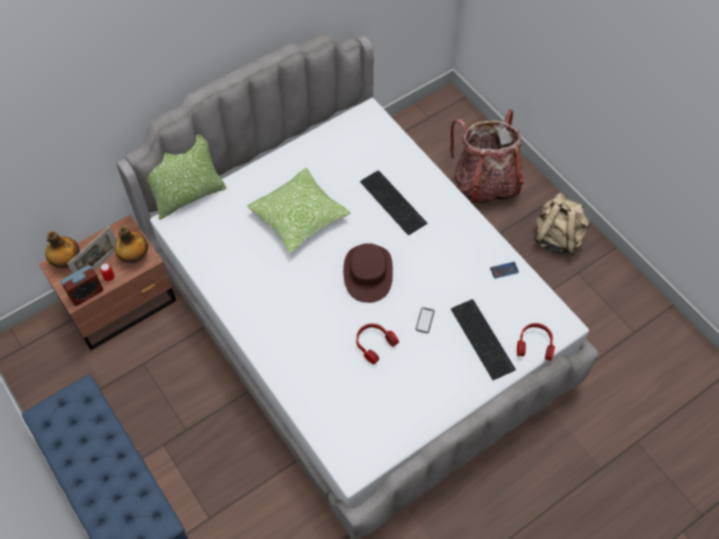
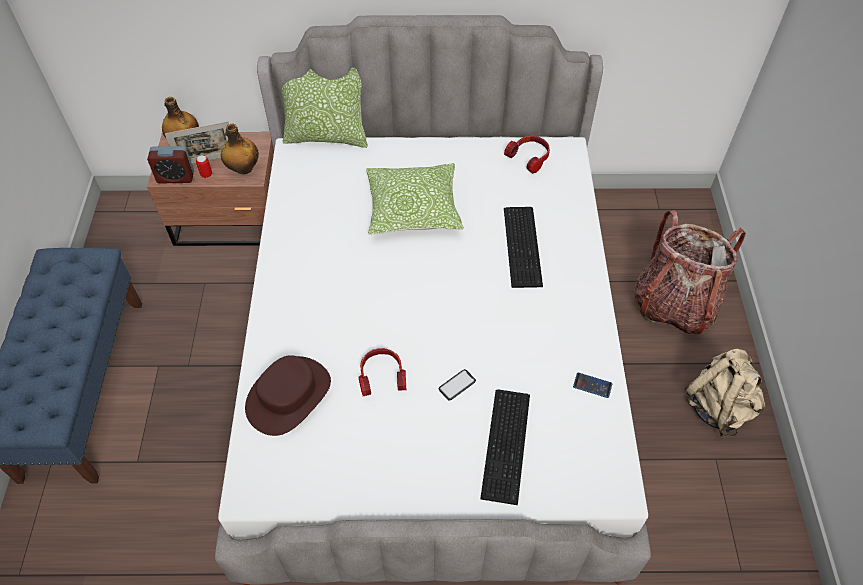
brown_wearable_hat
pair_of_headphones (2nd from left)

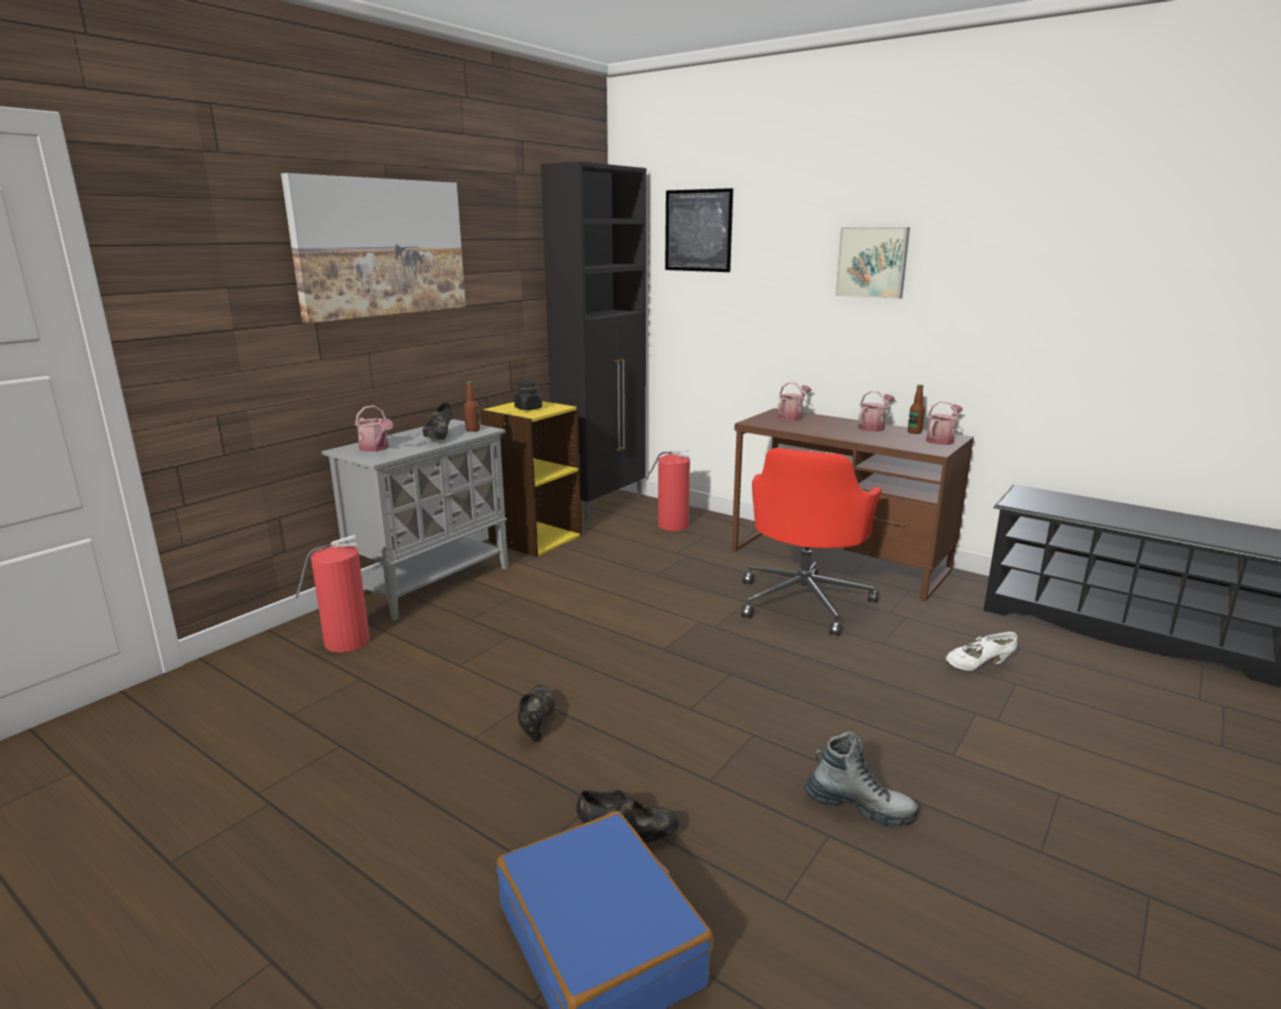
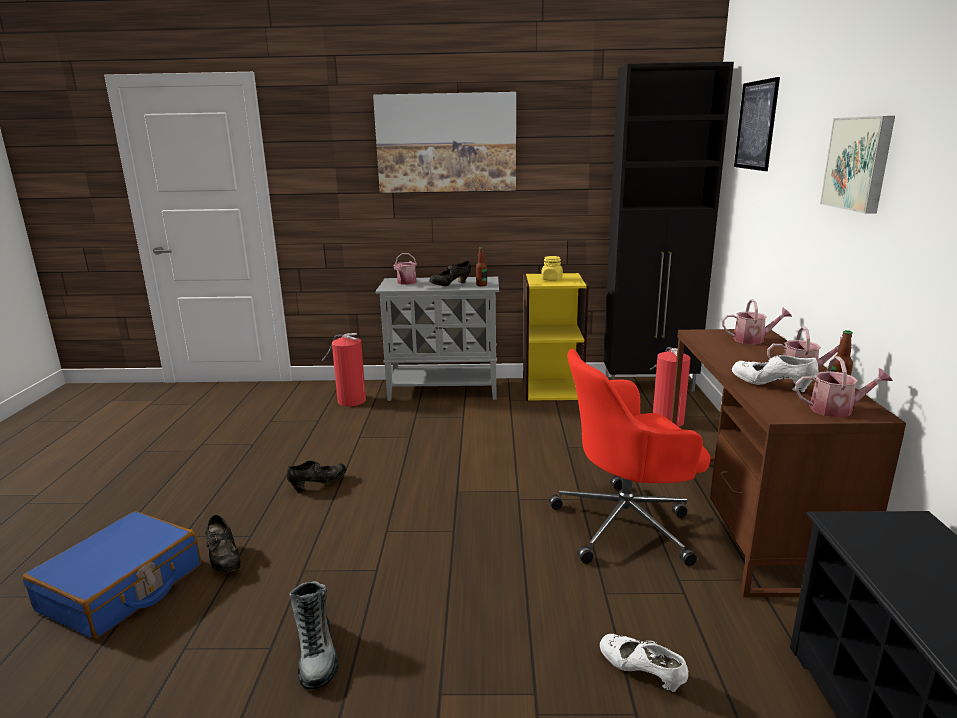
yellowish_jar
whitish_shoe (2nd from left)

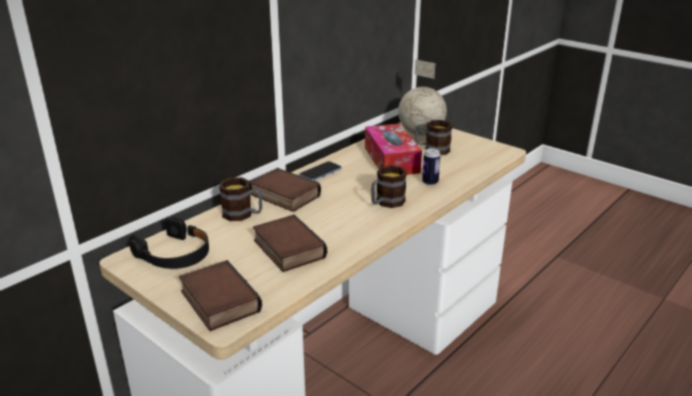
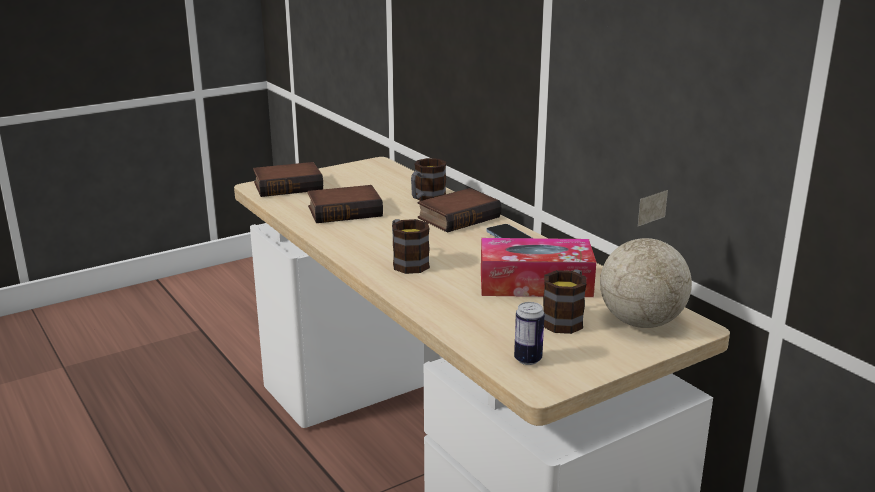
sealed_can
black-coloured_pair_of_headphones

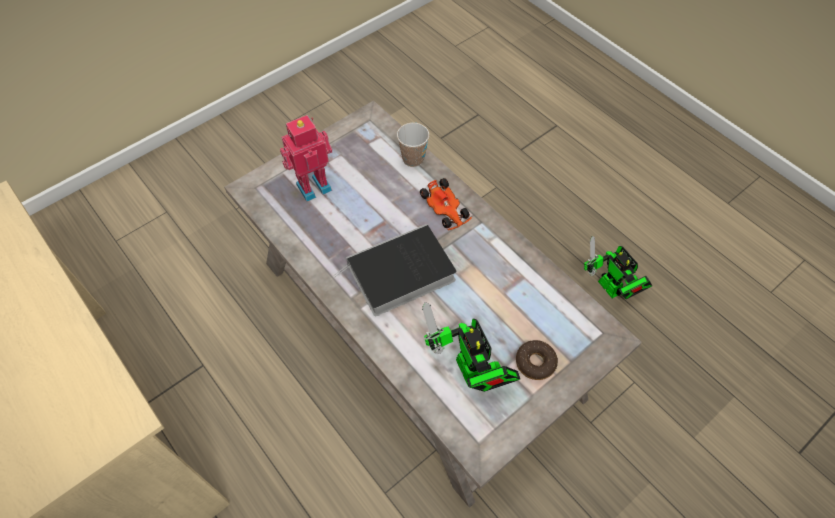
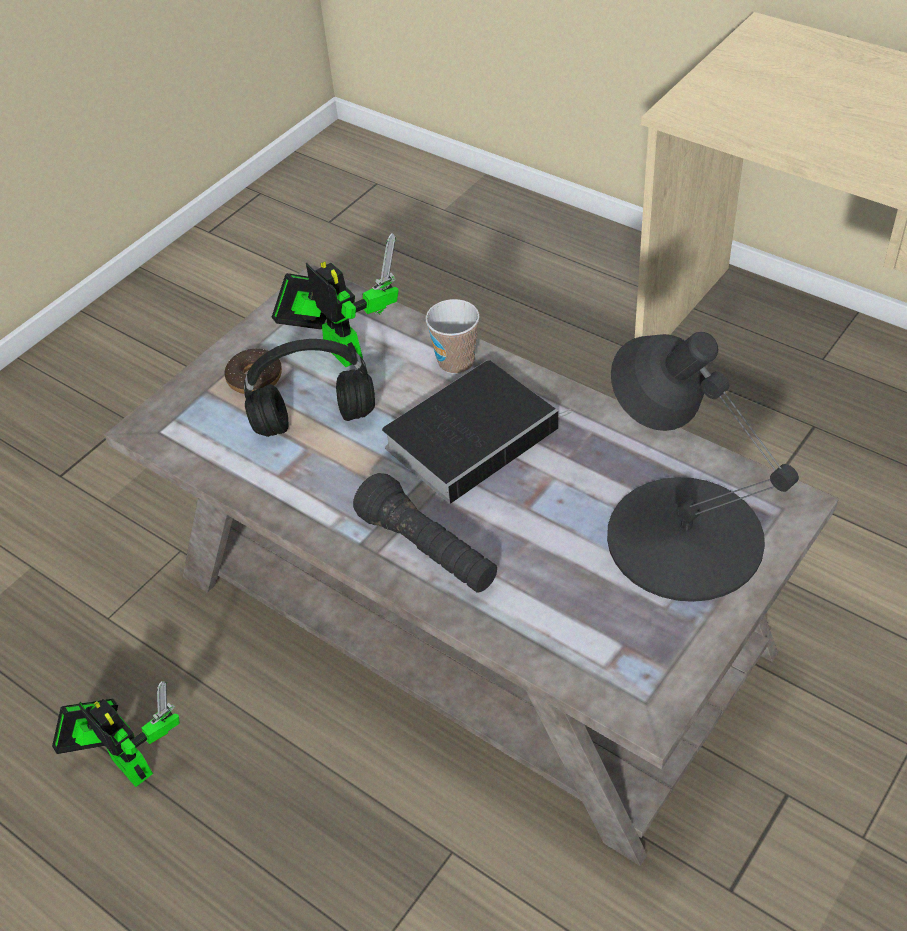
black-coloured_table_lamp
drinking_cup
black-coloured_torch
black-coloured_pair_of_headphones

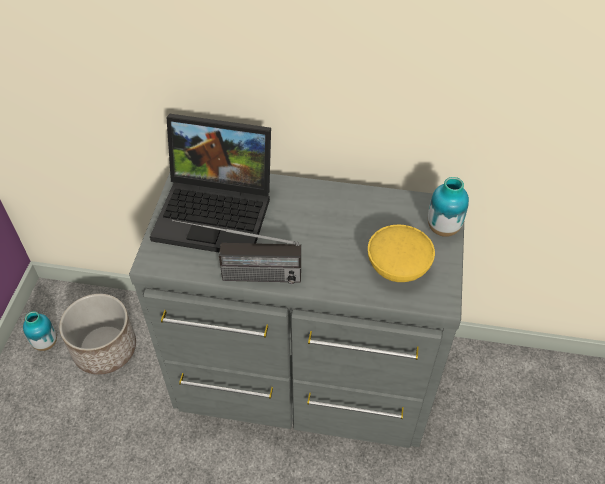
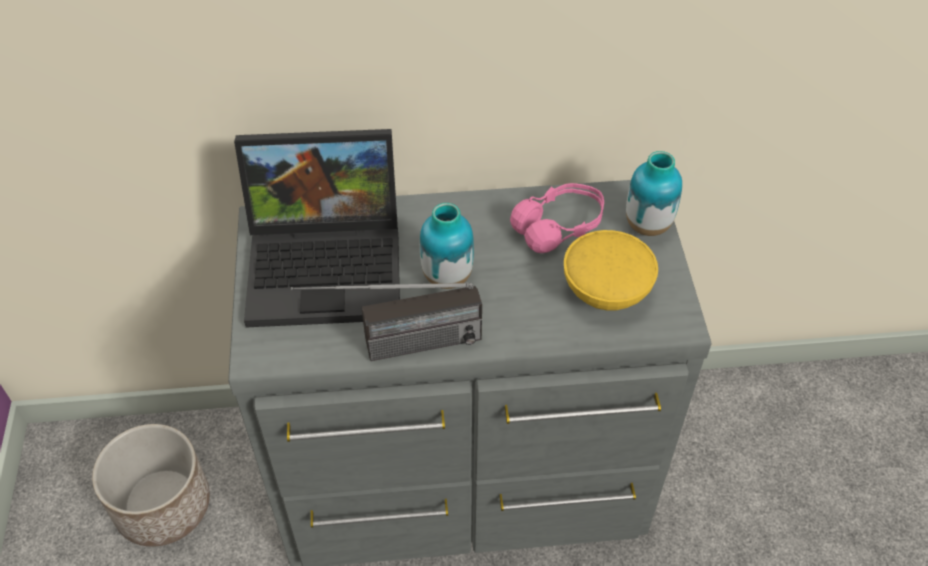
vase (1st from left)
pinkish_pair_of_headphones

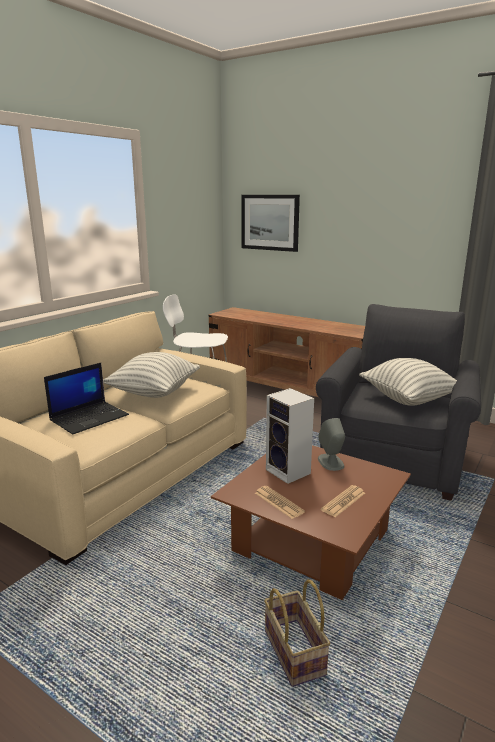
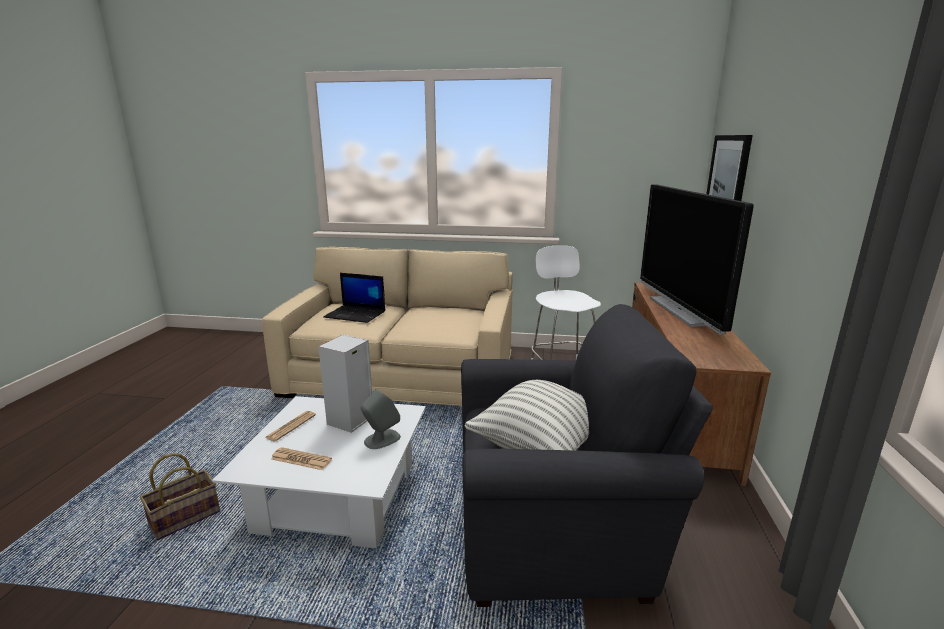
cushion (1st from left in the first image)
whitish_coffee_table
TV

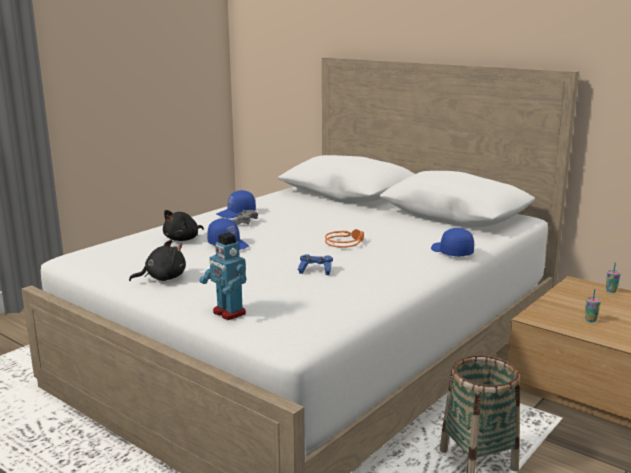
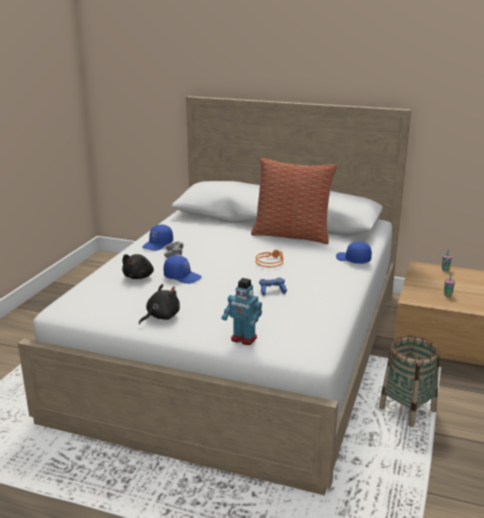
cushion

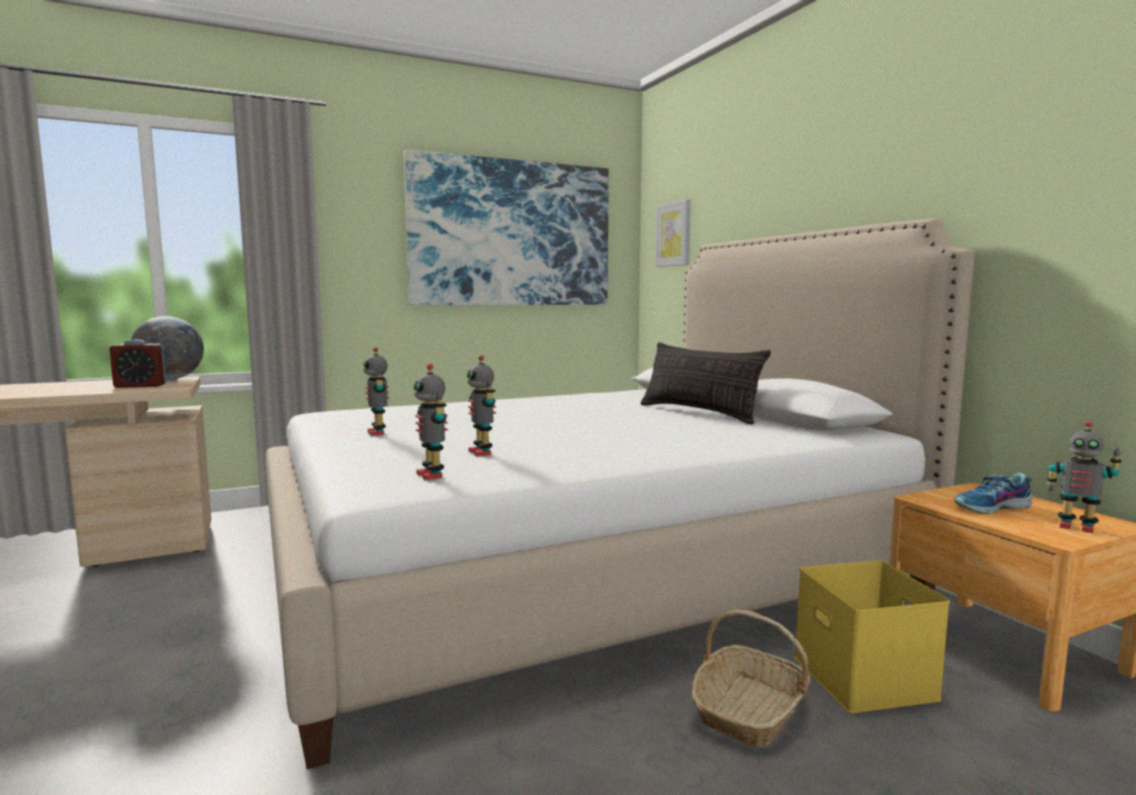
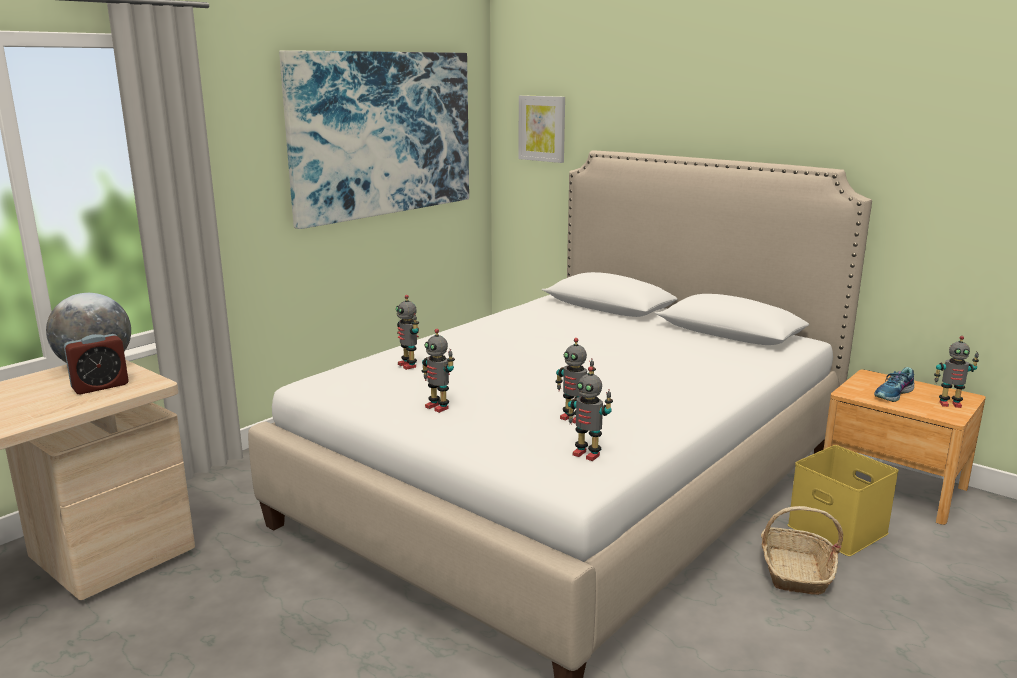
cushion
model_robot (1st from left)

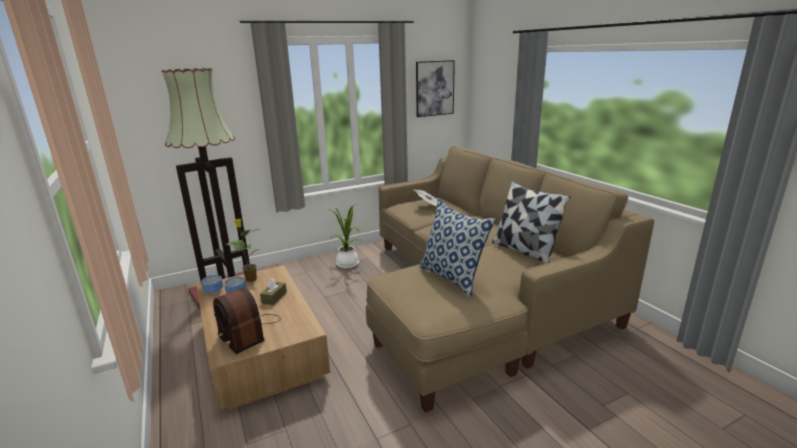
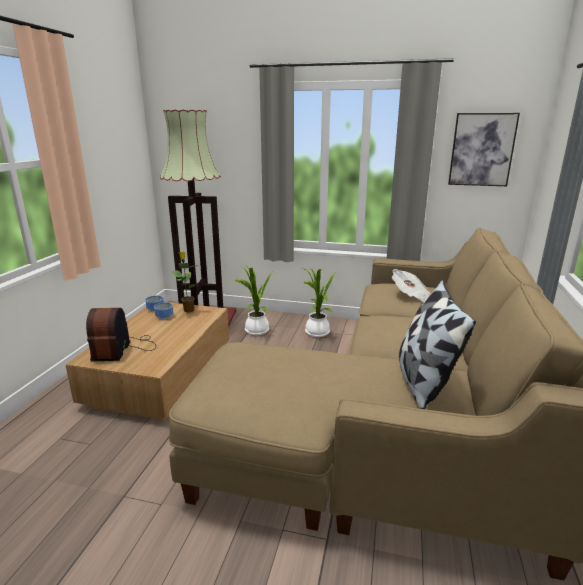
cushion (1st from left in the first image)
brown_tissue_holder
plant_in_a_pot (2nd from left)

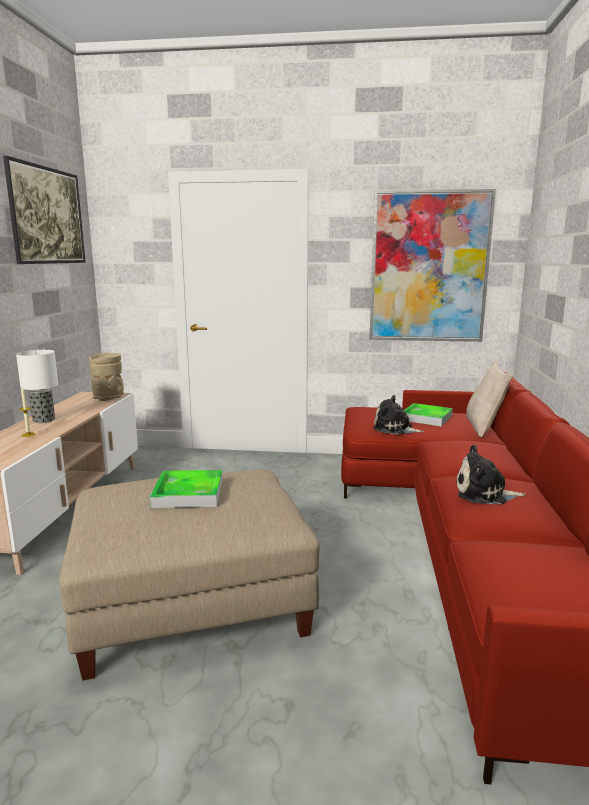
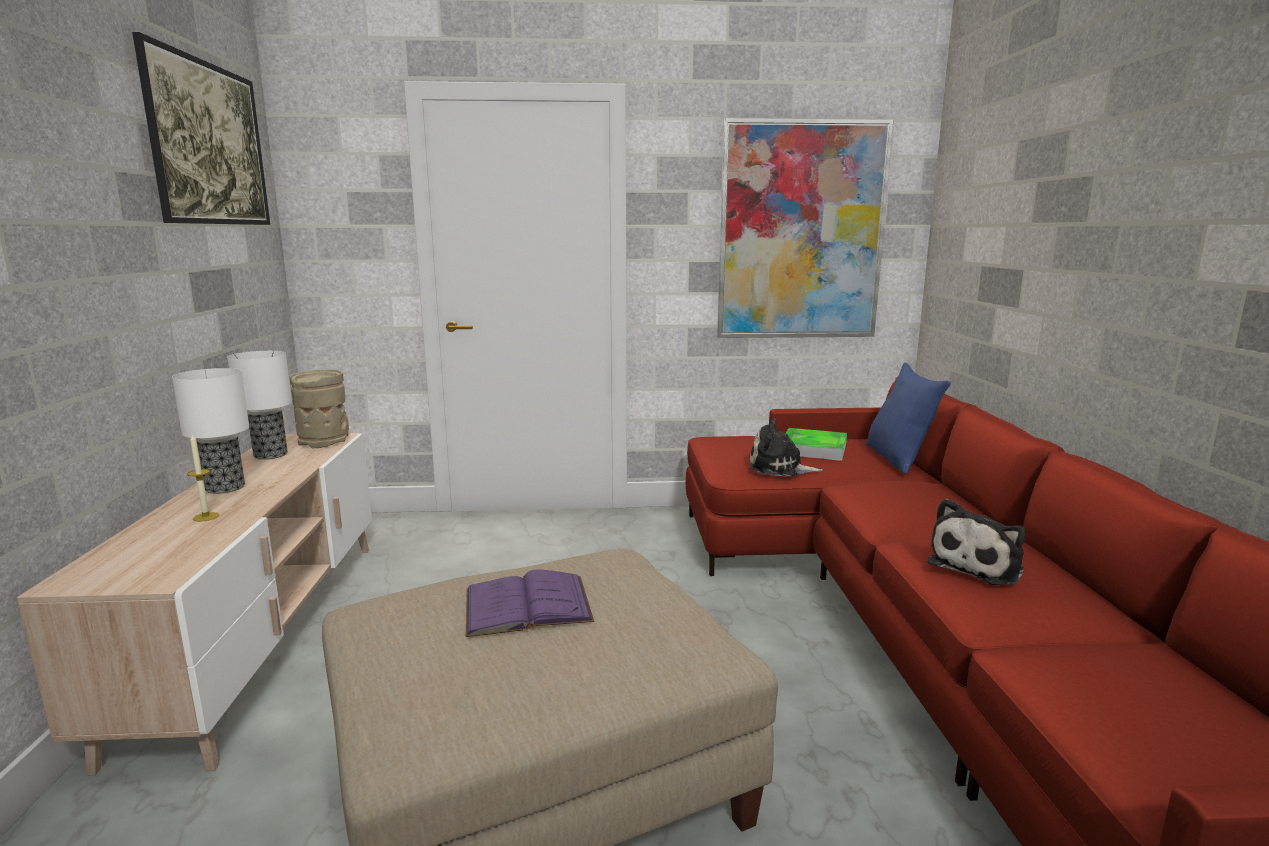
blue-coloured_cushion
plush_toy (2nd from left)
purple_book
table_lamp (2nd from left)

